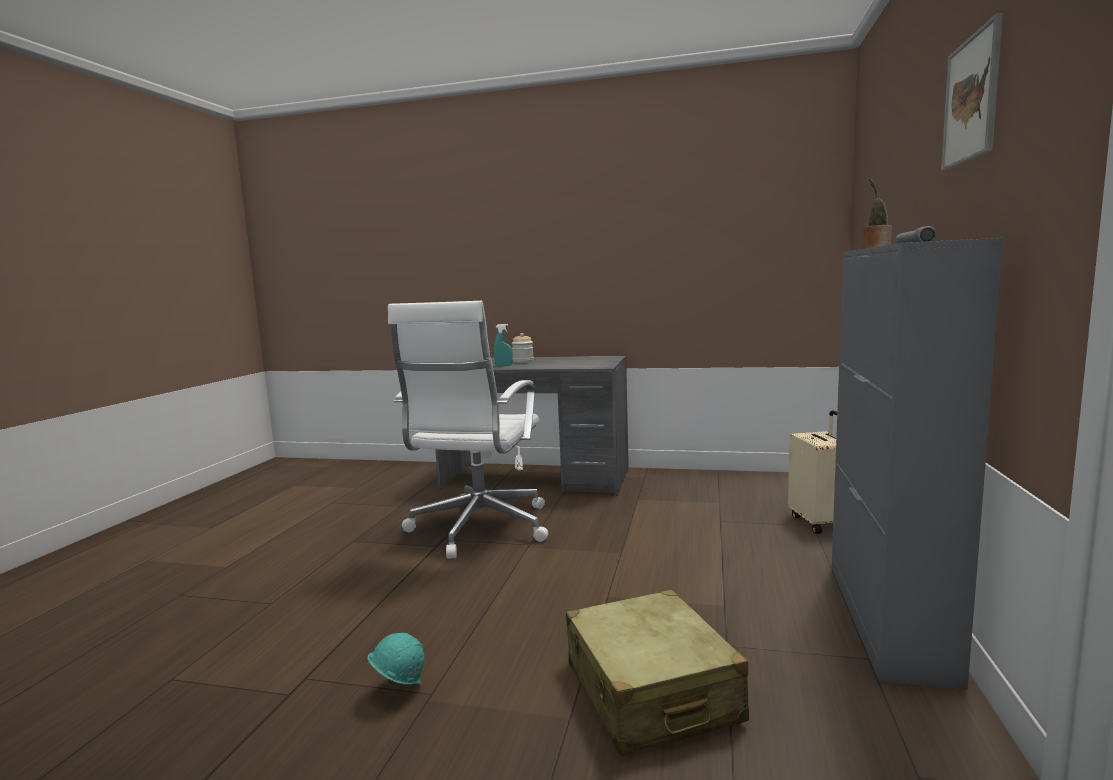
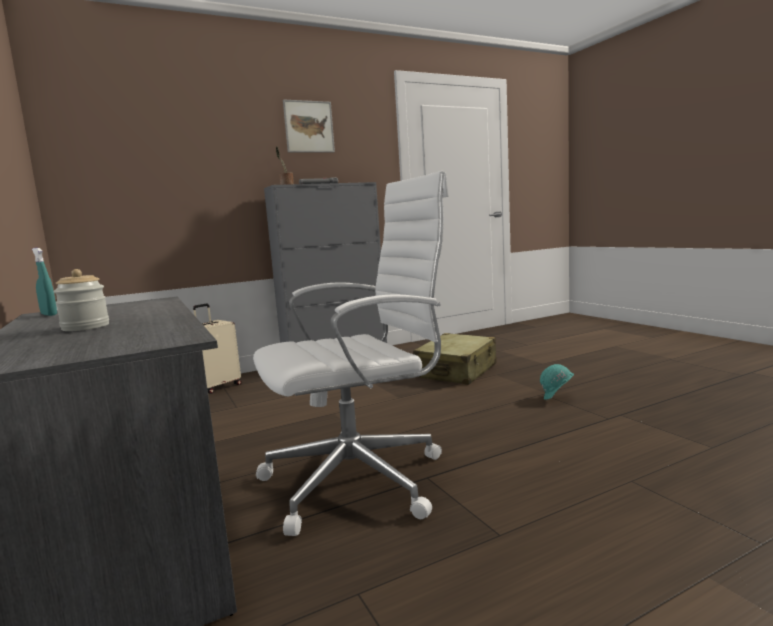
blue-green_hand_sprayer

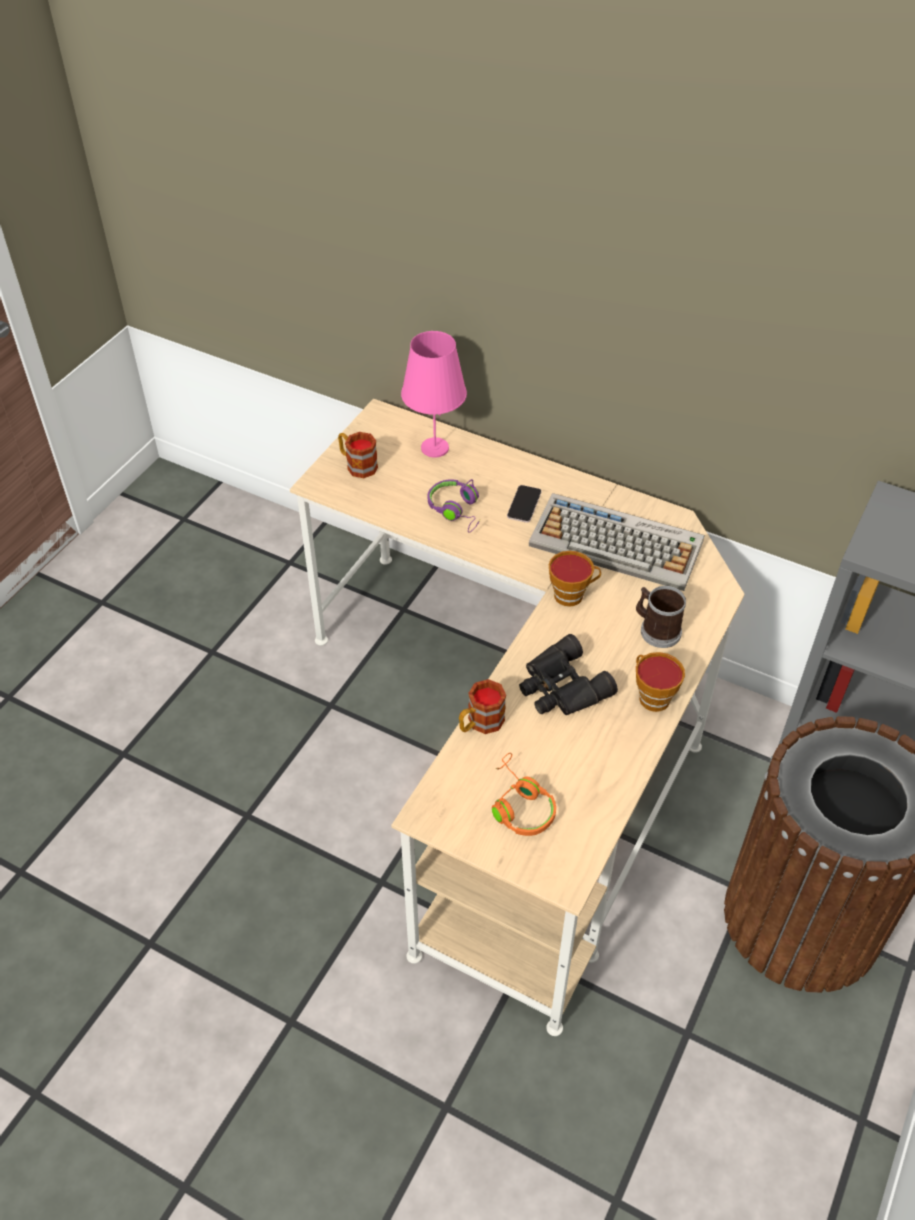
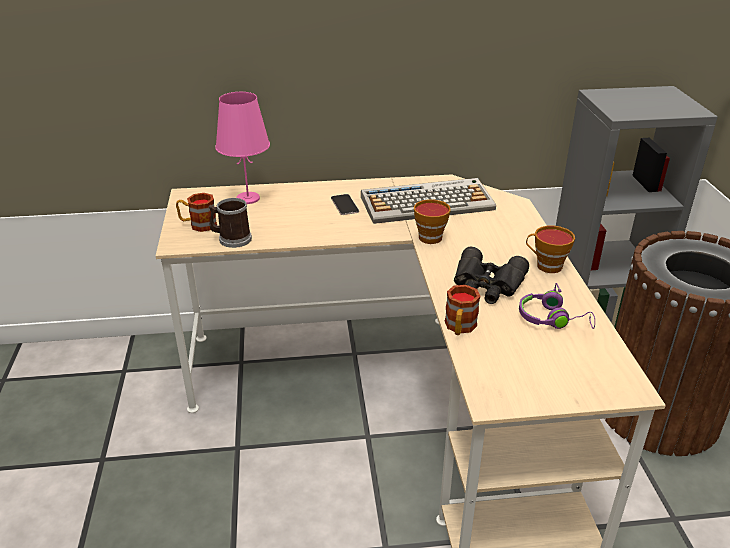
purple_pair_of_headphones
mug (2nd from left)
orange_pair_of_headphones

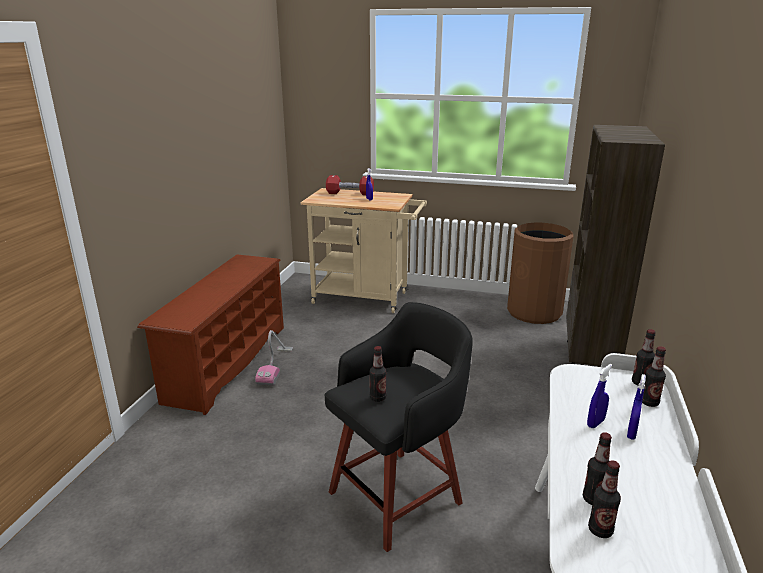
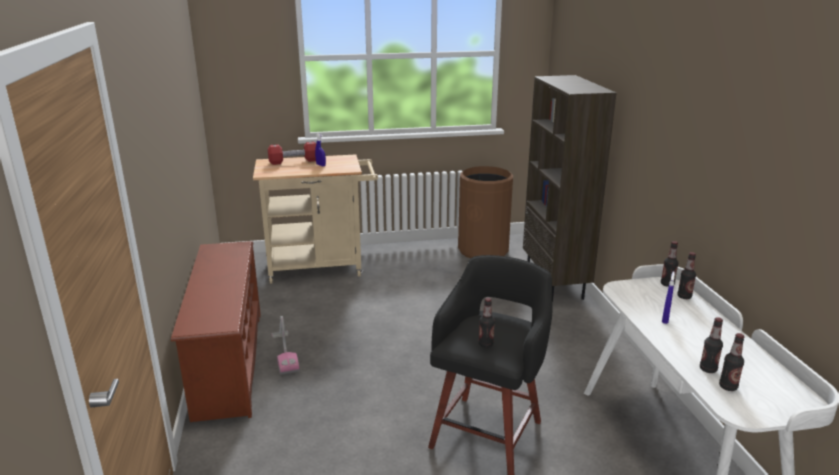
blue-coloured_hand_sprayer (3rd from left in the first image)

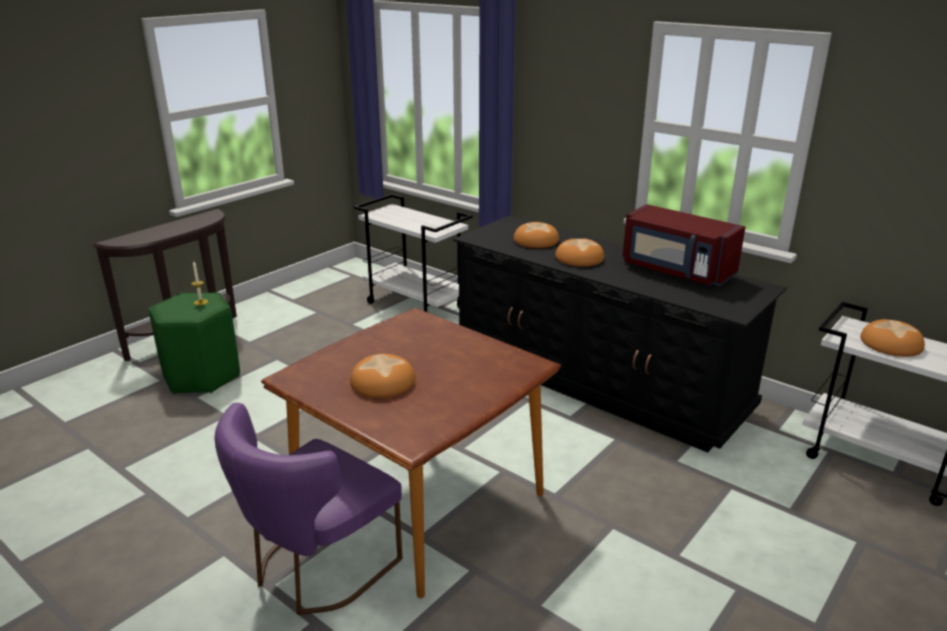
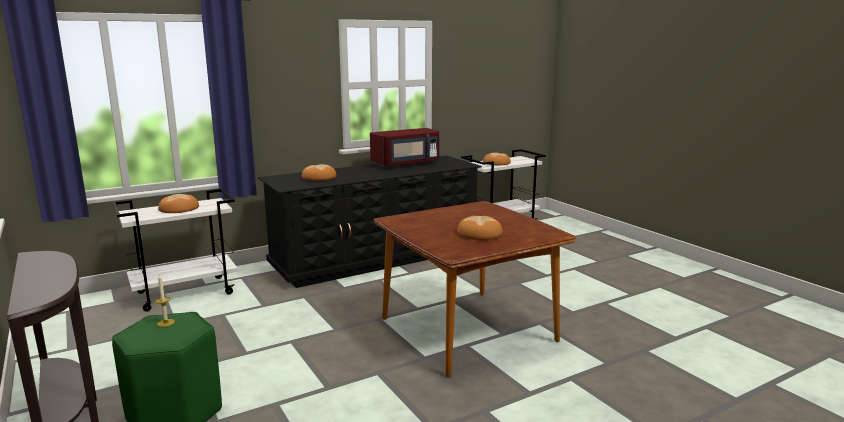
baked_bread (1st from left)
purple_plain_chair

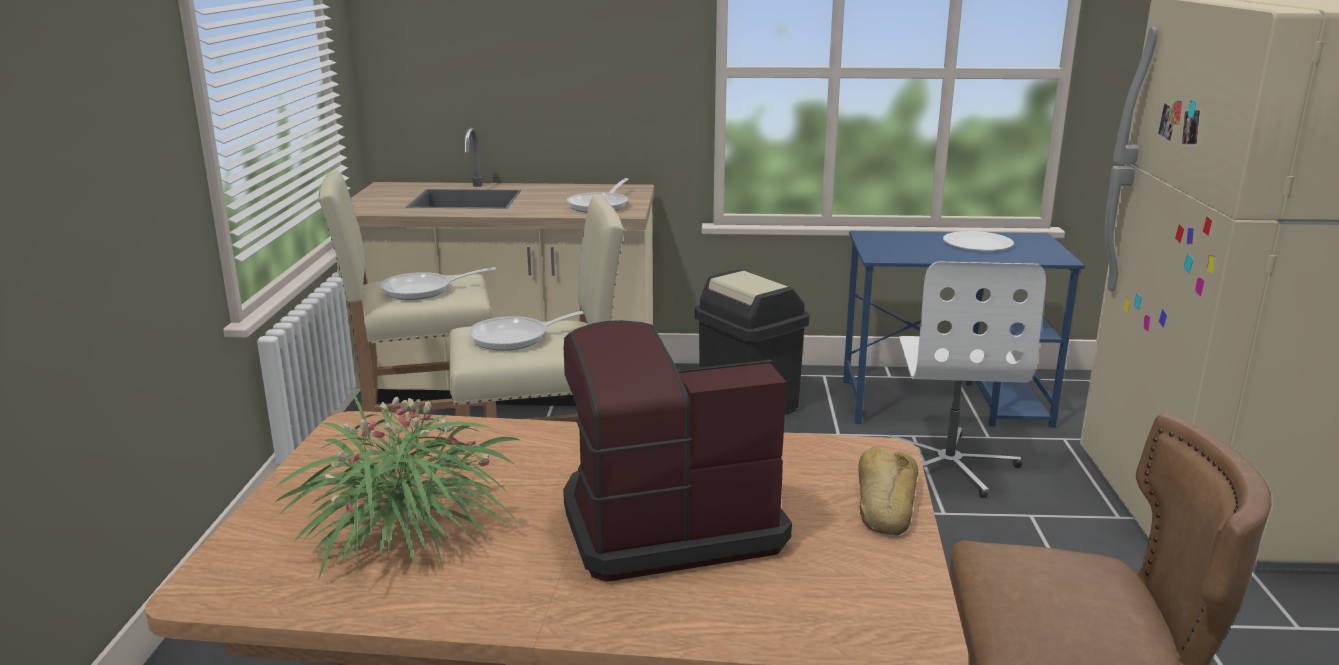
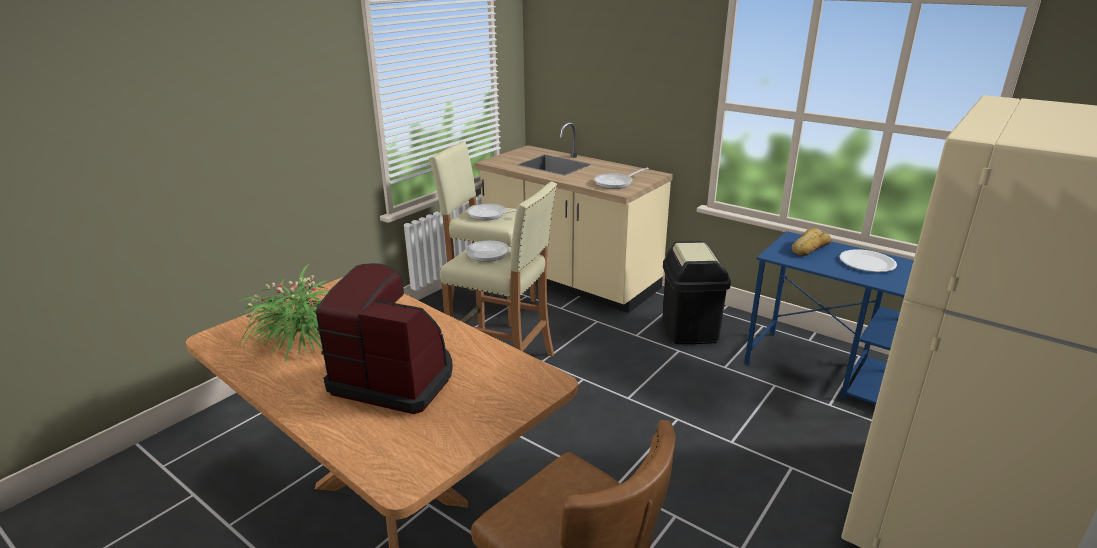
whitish_computer_chair
baked_bread

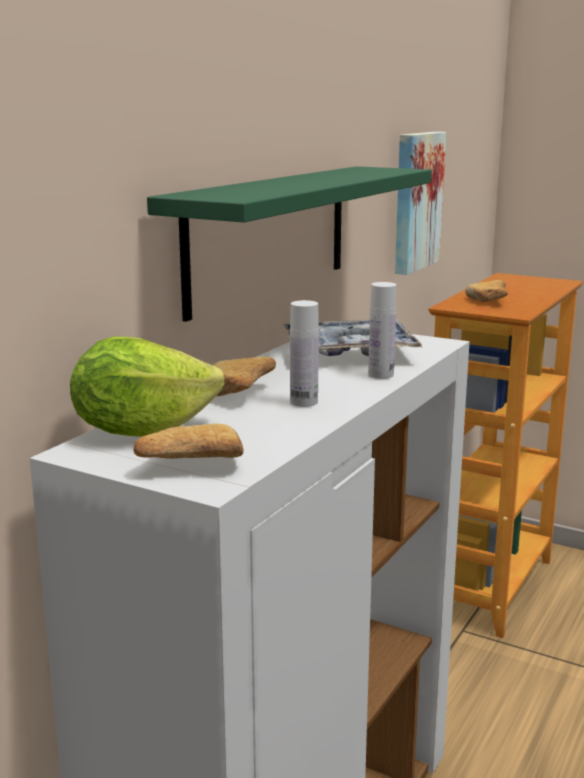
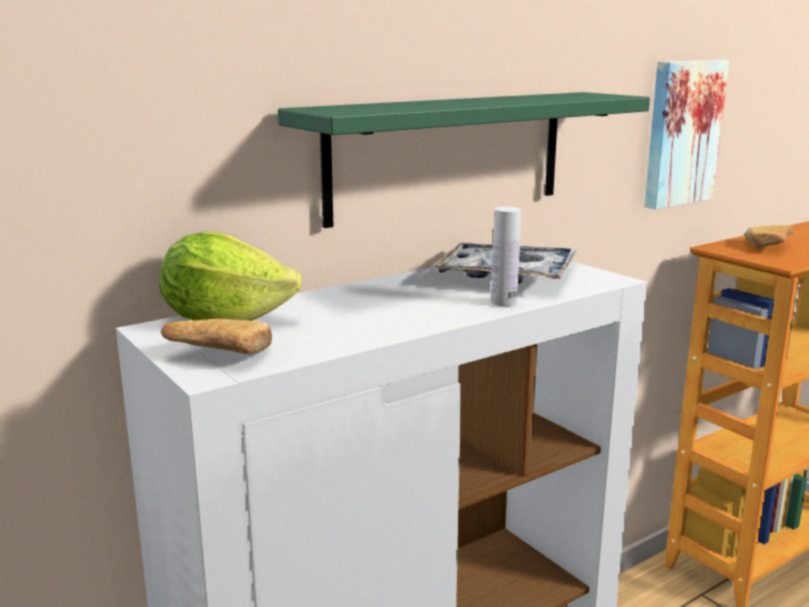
whitish_drink_bottle (1st from left in the first image)
baked_bread (2nd from left in the first image)

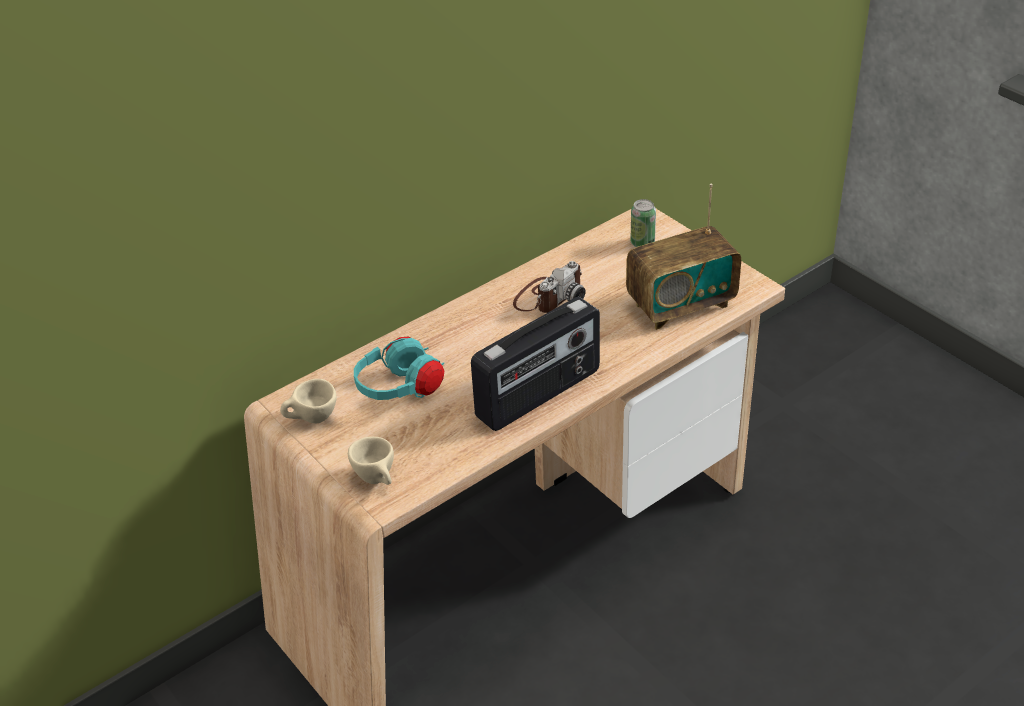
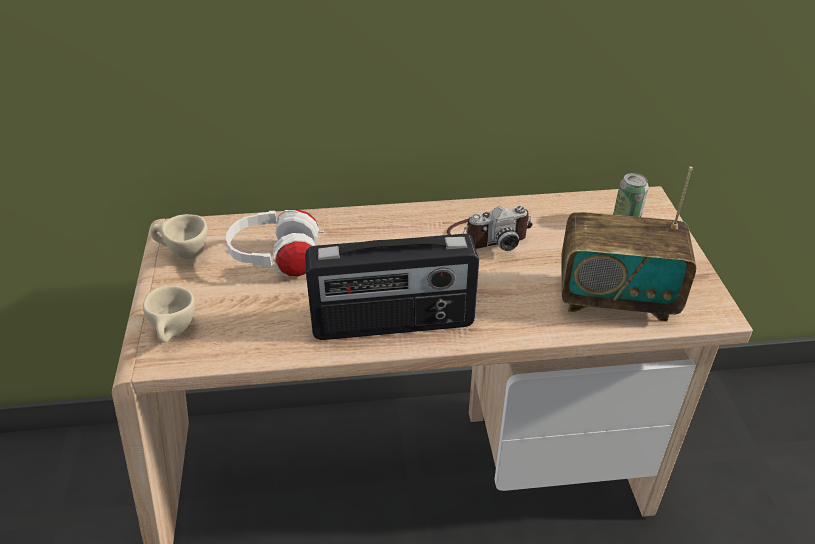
whitish_pair_of_headphones

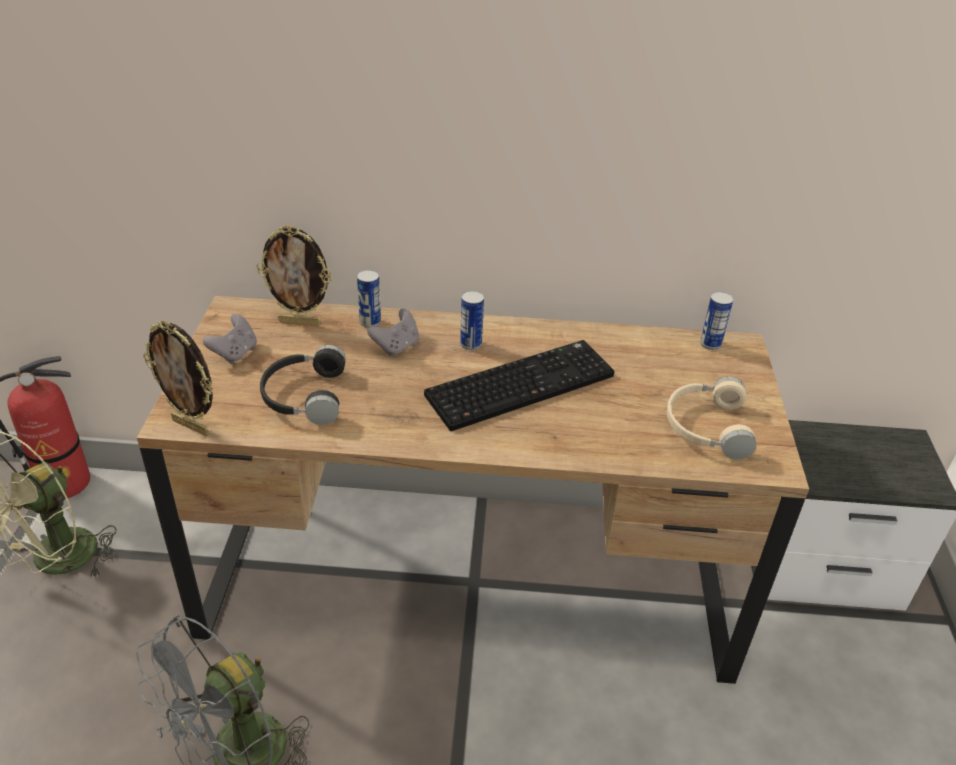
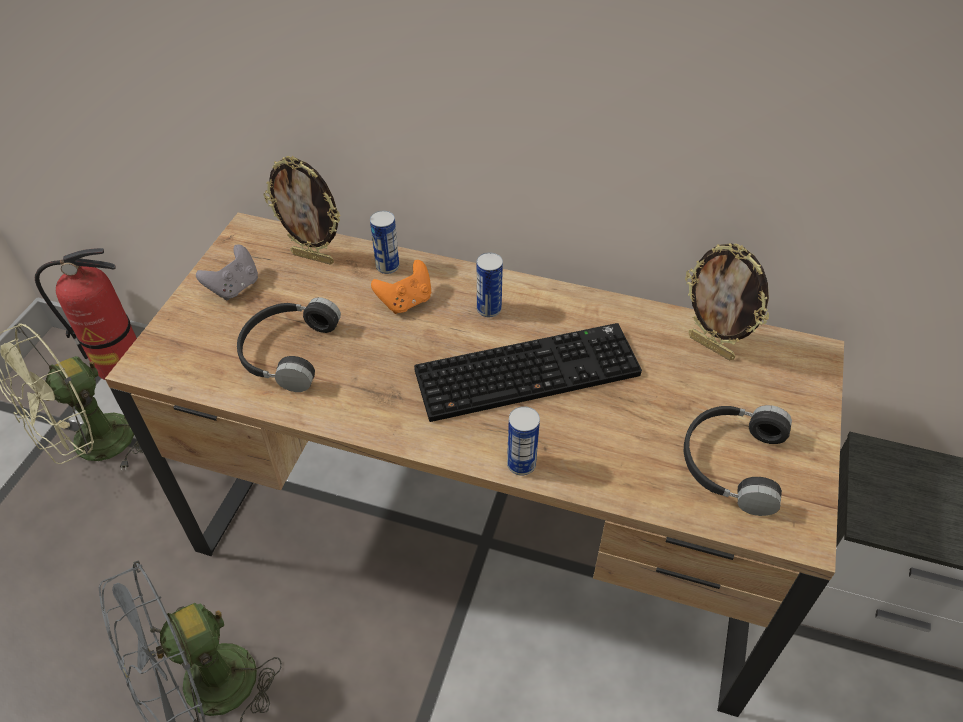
sealed_can (3rd from left)
orange_gamepad
picture_frame (2nd from left)
black-coloured_pair_of_headphones (2nd from left)

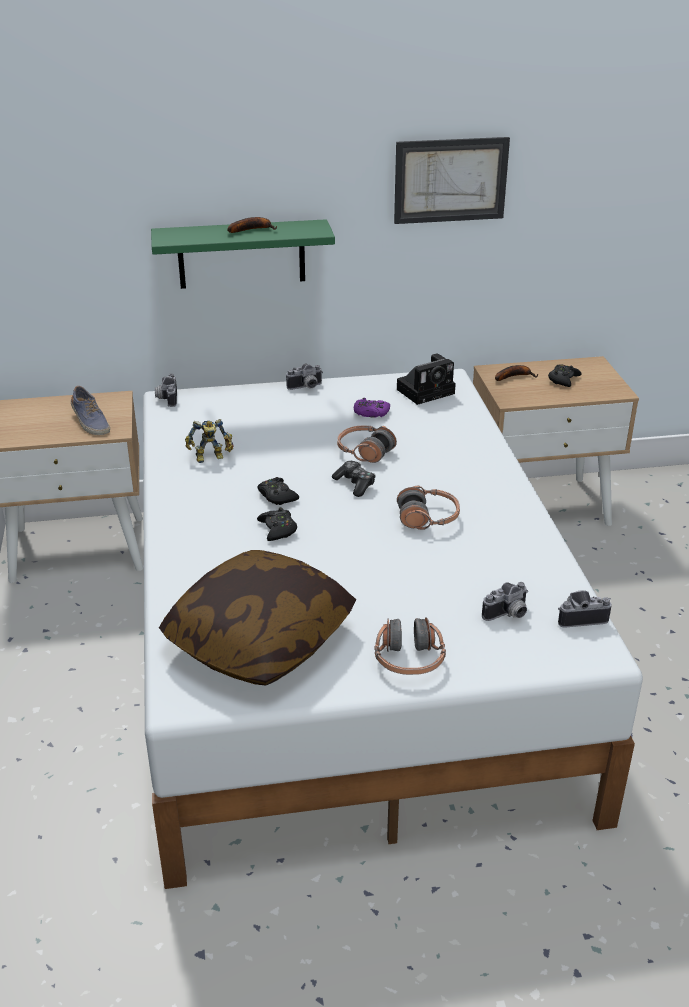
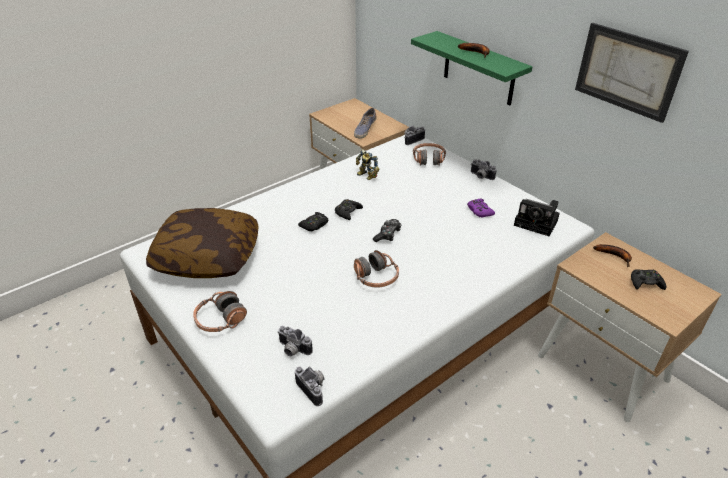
pair_of_headphones (3rd from left)

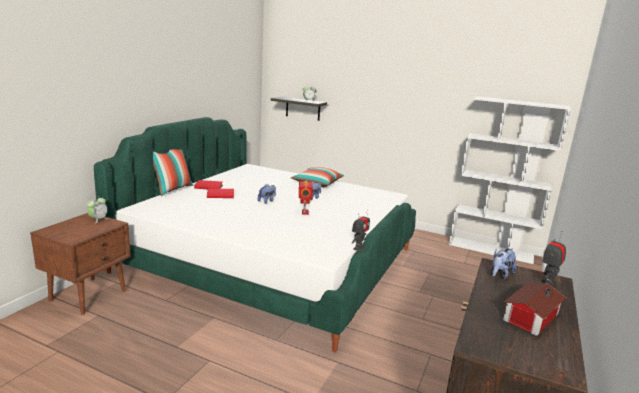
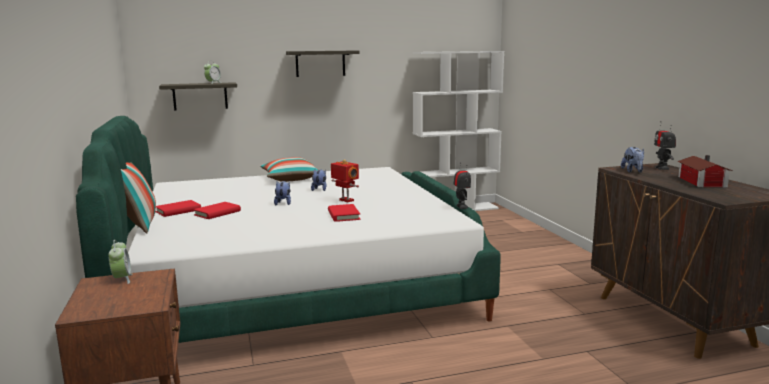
shelf (2nd from left)
red_book (3rd from left)

